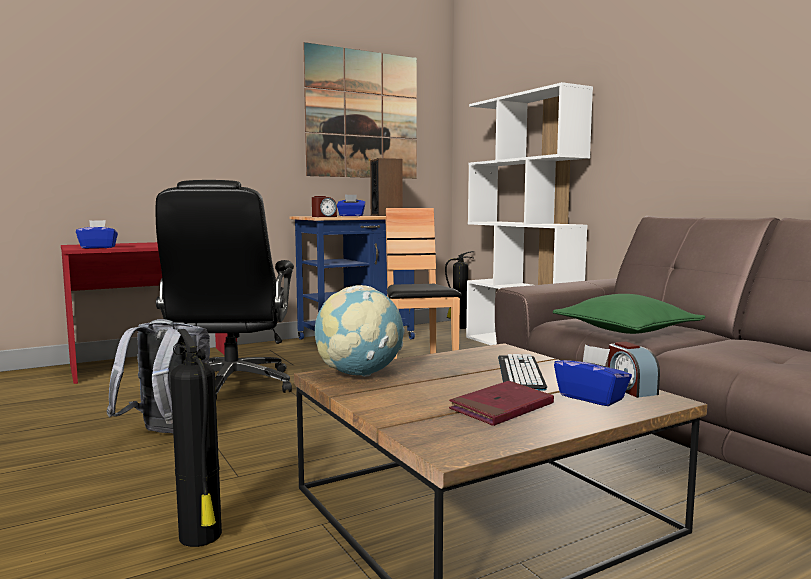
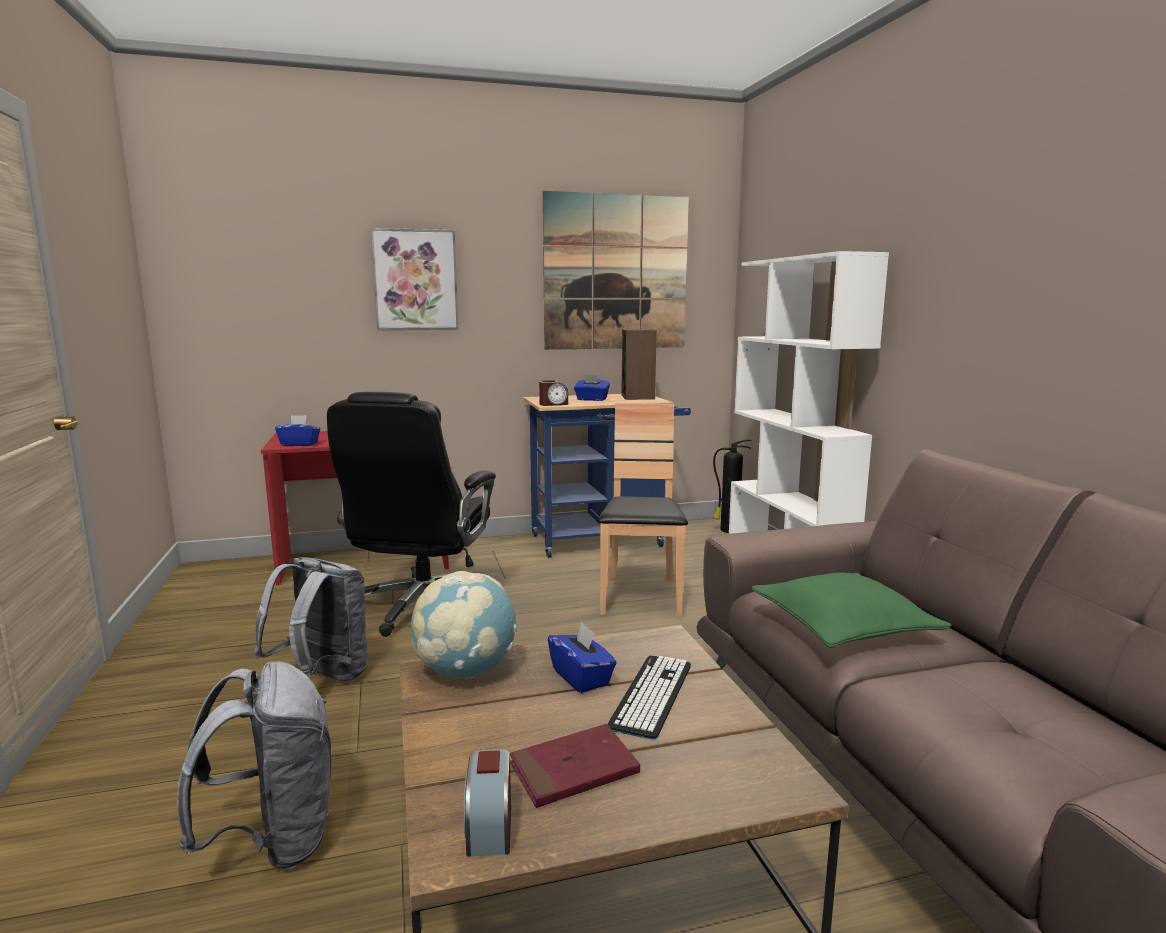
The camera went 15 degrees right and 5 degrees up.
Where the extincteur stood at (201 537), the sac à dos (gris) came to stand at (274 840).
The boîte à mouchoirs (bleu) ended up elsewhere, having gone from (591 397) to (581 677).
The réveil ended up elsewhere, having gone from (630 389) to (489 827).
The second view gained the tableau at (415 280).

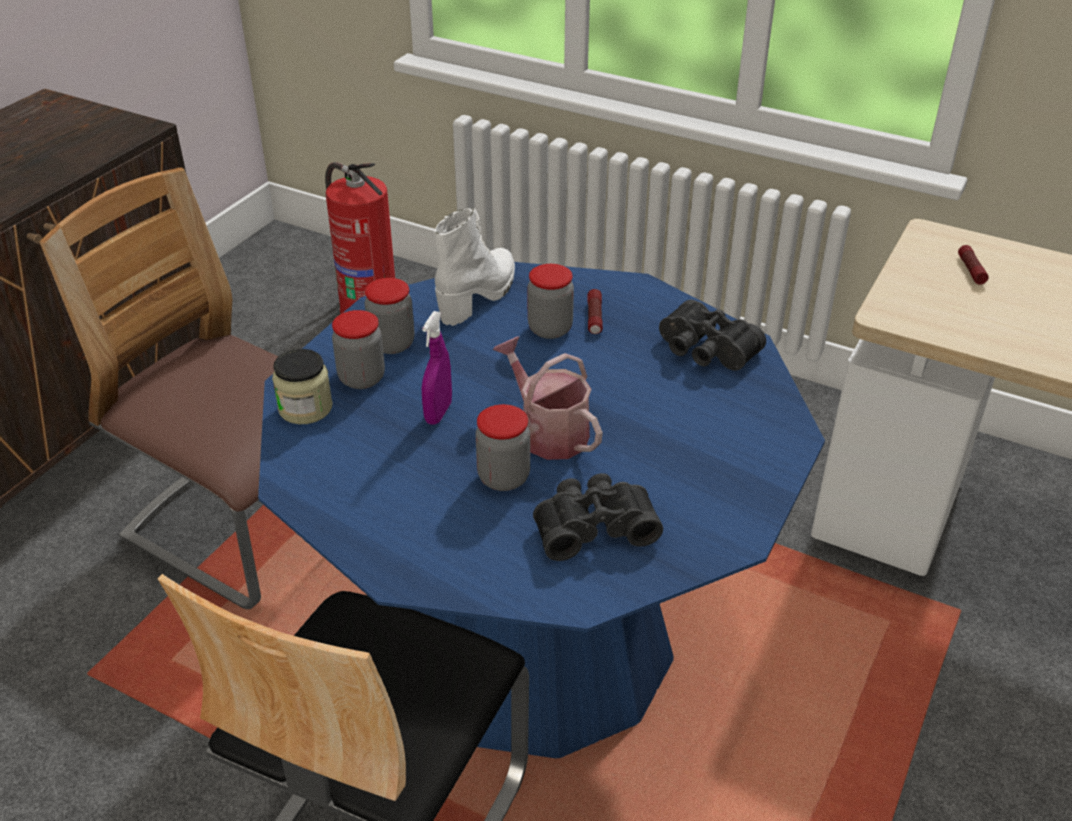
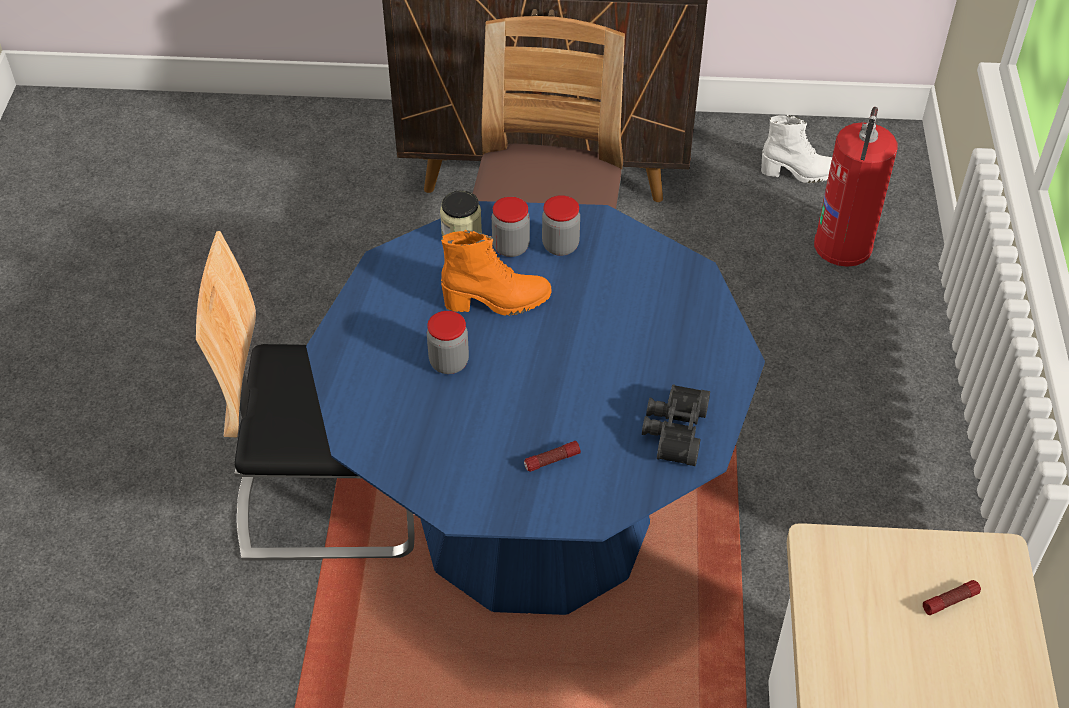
The camera went 65 degrees right and 10 degrees up.
Where the vaporisateur (violet) stood at (438 413), the botte (orange) came to stand at (497 302).
The botte (blanc) ended up elsewhere, having gone from (479 296) to (799 173).
The second view lost the arrosoir at (548 432).
The second view lost the bocal at (550 329).
The second view lost the jumelles (noir) at (593 526).
The lampe de poche ended up elsewhere, having gone from (594 318) to (552 460).

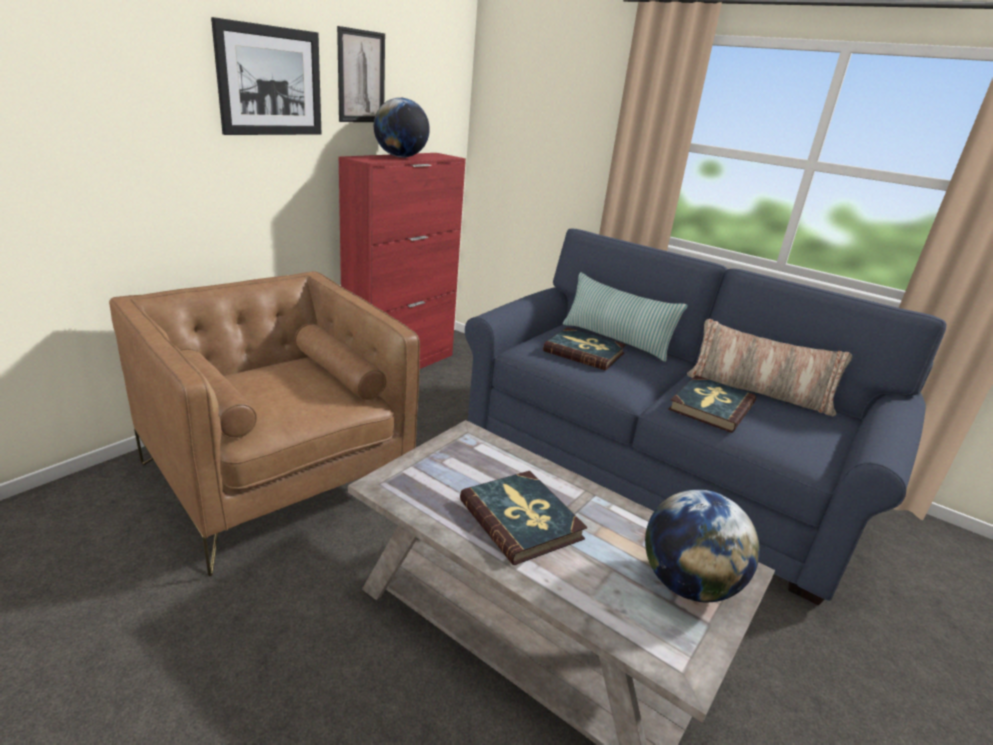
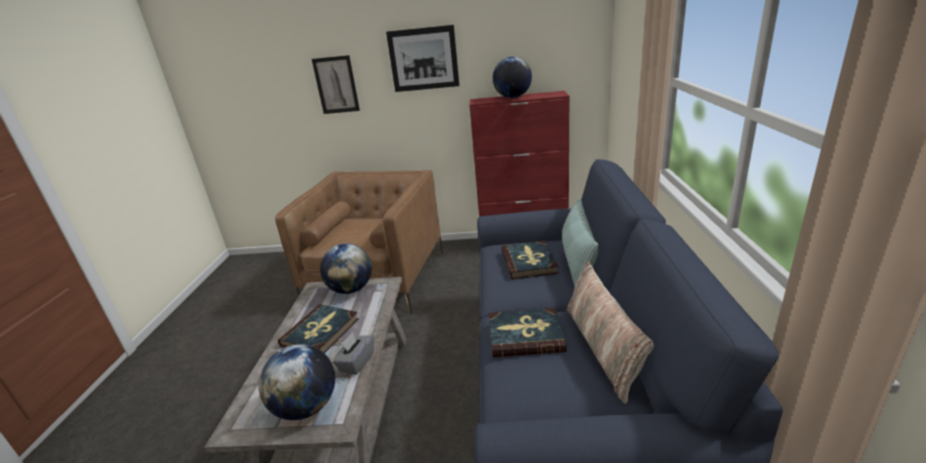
The camera went 60 degrees right and 0 degrees up.
The tableau ended up elsewhere, having gone from (361 77) to (336 85).
The second view gained the globe at (351 289).
The second view gained the boîte à mouchoirs (gris) at (356 363).

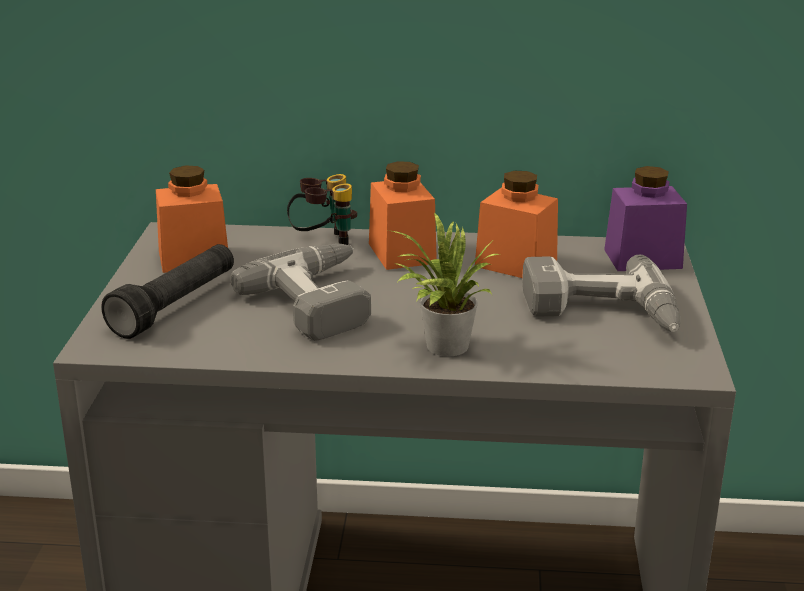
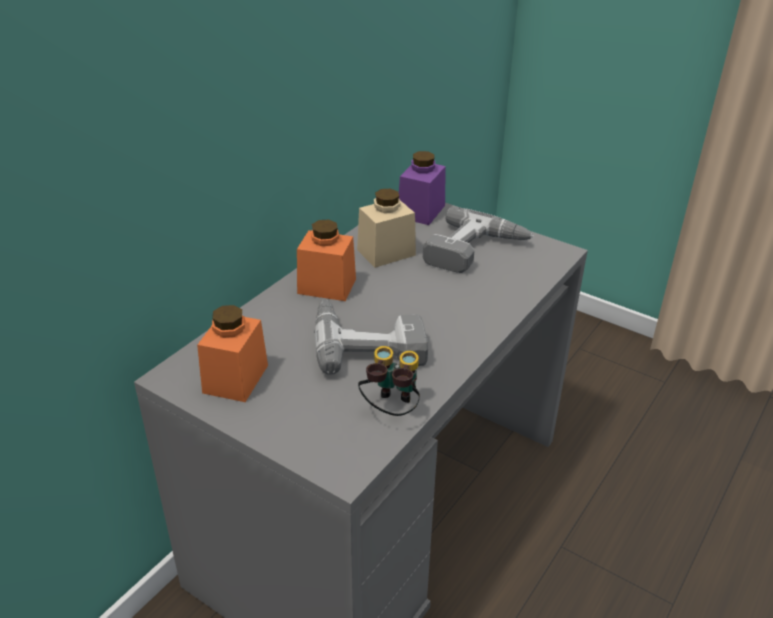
The camera went 60 degrees left and 10 degrees up.
The second view lost the lampe de poche (noir) at (176 306).
The jumelles ended up elsewhere, having gone from (323 242) to (390 410).
The second view lost the plante en pot at (441 347).
What was the bocal (orange) at (516 264) turned into the bocal (beige) at (386 252).

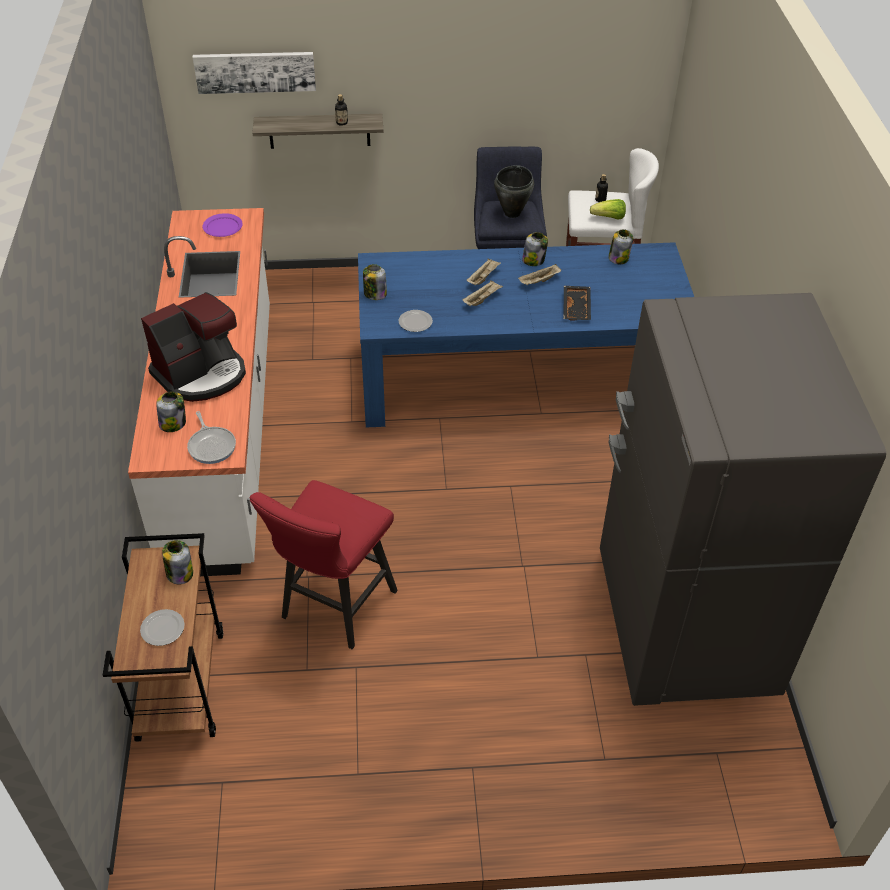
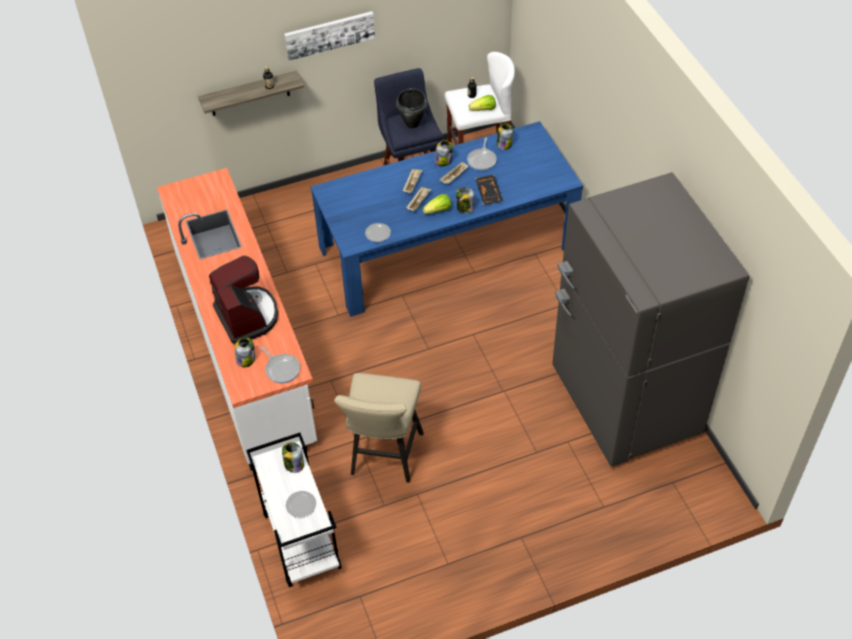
The camera went 15 degrees left and 5 degrees up.
What was the chariot (marron) at (180 684) turned into the chariot (blanc) at (300 540).
The machine à café at (201 374) ended up facing another way, 60 degrees counterclockwise from before.
The tableau ended up elsewhere, having gone from (255 71) to (329 34).
The second view lost the assiette (violet) at (222 227).
What was the tabouret (rouge) at (333 609) turned into the tabouret (beige) at (384 458).
The bocal ended up elsewhere, having gone from (374 294) to (465 208).
The second view gained the laitue at (438 211).
The second view gained the poêle at (482 160).

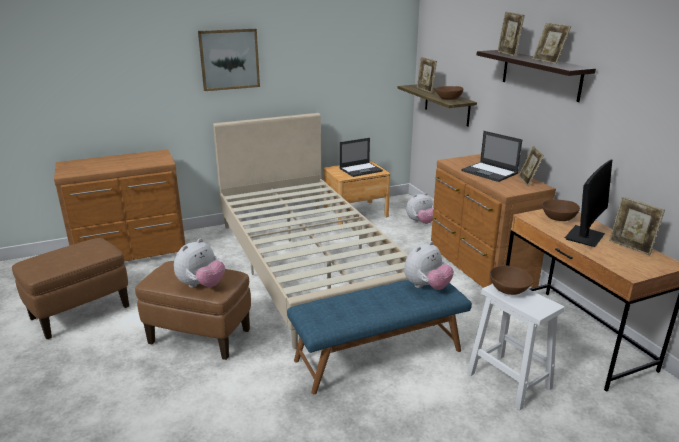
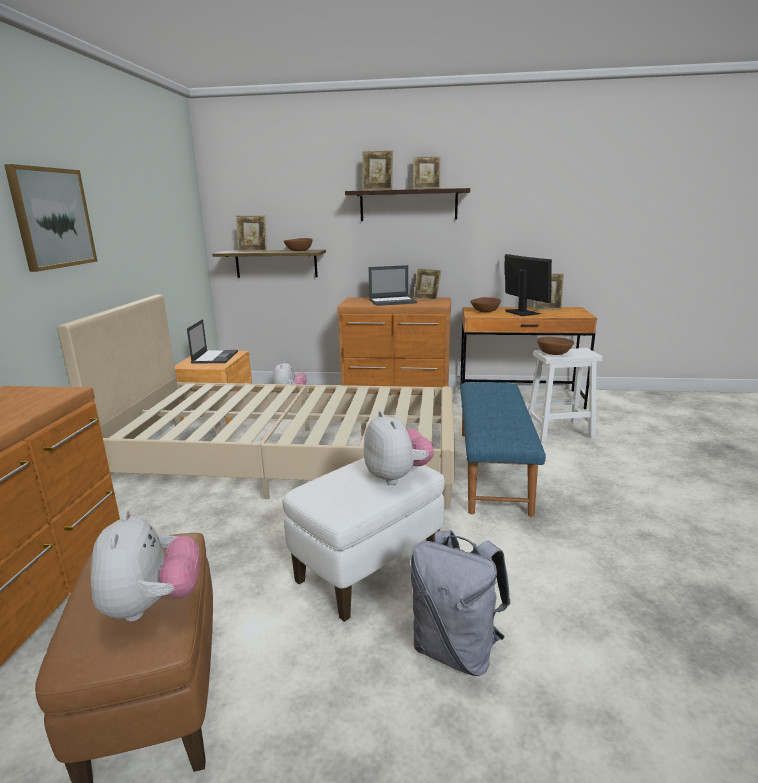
The camera went 60 degrees left and 5 degrees down.
What was the pouf (marron) at (200 337) turned into the pouf (blanc) at (369 569).
The peluche ended up elsewhere, having gone from (426 287) to (152 605).
The second view gained the sac à dos (gris) at (456 649).

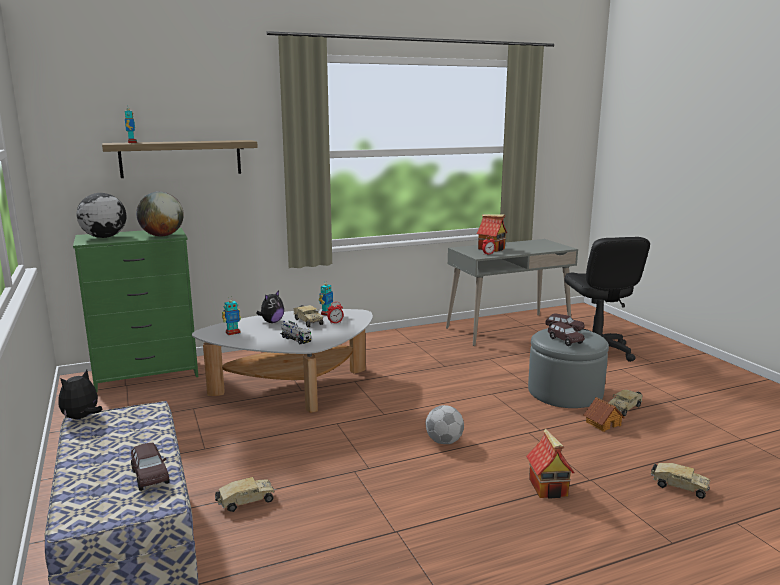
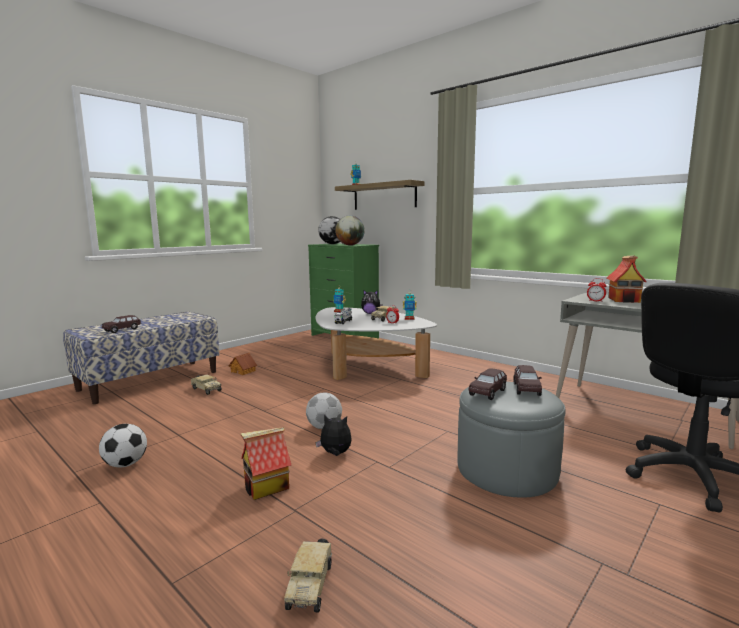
The camera went 65 degrees right and 5 degrees down.
The peluche ended up elsewhere, having gone from (82 418) to (335 454).
The maison miniature ended up elsewhere, having gone from (603 423) to (243 371).
The second view lost the camion jouet at (625 408).
The second view gained the ballon de foot at (125 464).

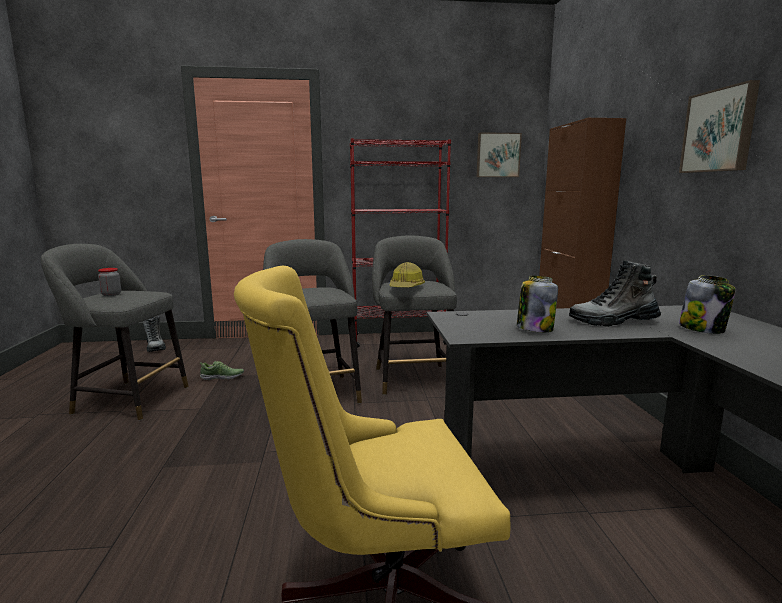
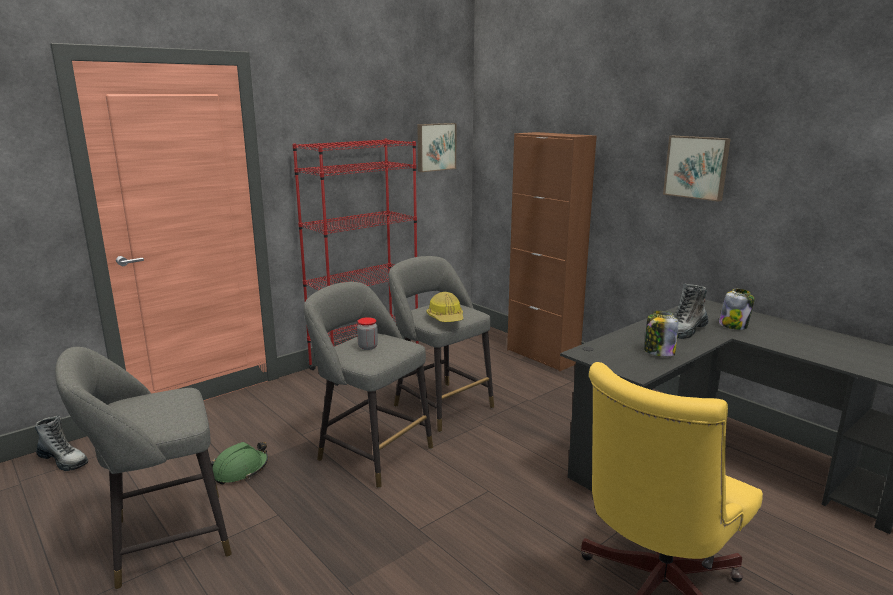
The camera went 35 degrees left and 5 degrees up.
The bocal ended up elsewhere, having gone from (111 294) to (368 347).
Where the chaussure stood at (222 377), the casque de chantier (vert) came to stand at (240 470).

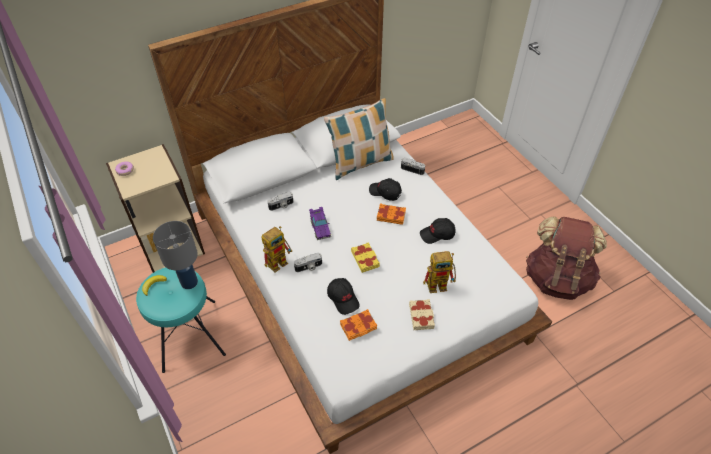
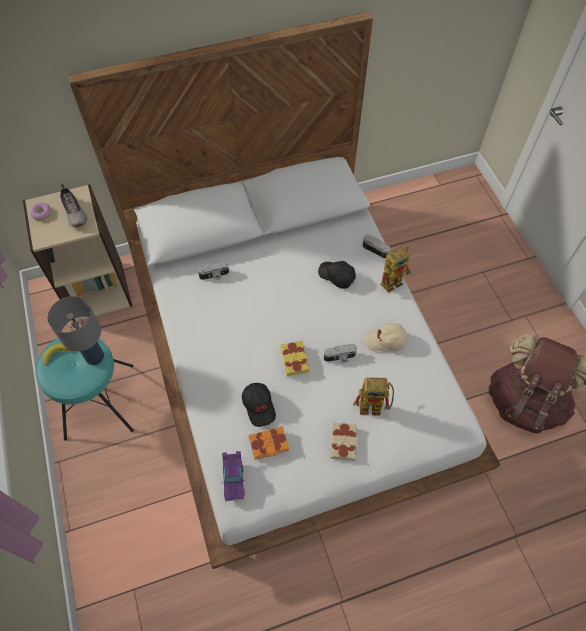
The camera went 10 degrees right and 10 degrees up.
The robot jouet ended up elsewhere, having gone from (279 261) to (394 280).
The appareil photo ended up elsewhere, having gone from (309 267) to (340 357).
The petite voiture (violet) ended up elsewhere, having gone from (320 227) to (233 479).
The second view lost the coussin at (360 163).
The second view lost the livre (orange) at (391 215).
What was the casquette (noir) at (437 234) turned into the casquette (beige) at (385 341).
The second view gained the chaussure at (75 213).

